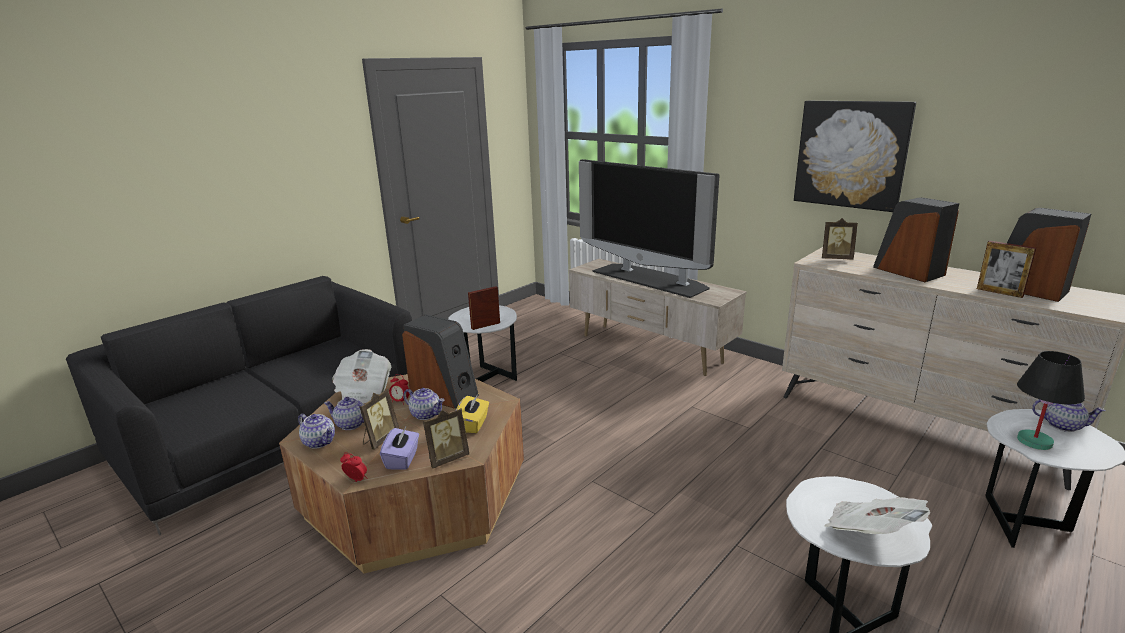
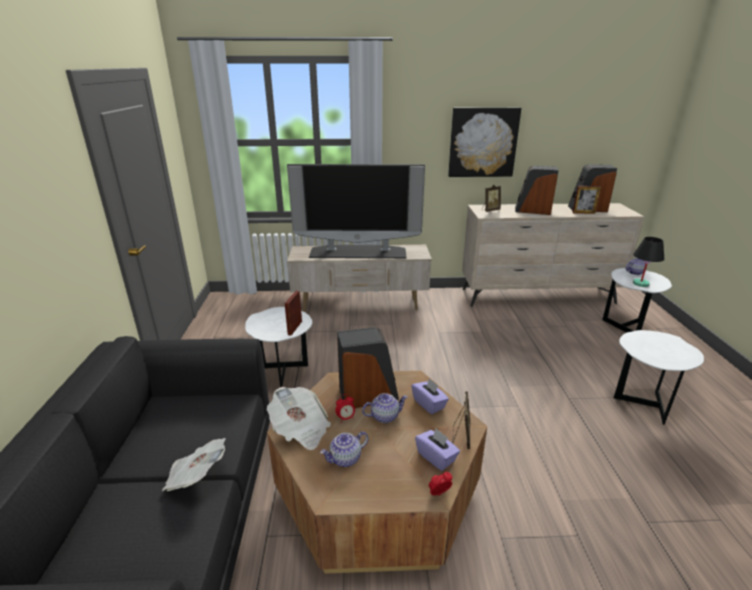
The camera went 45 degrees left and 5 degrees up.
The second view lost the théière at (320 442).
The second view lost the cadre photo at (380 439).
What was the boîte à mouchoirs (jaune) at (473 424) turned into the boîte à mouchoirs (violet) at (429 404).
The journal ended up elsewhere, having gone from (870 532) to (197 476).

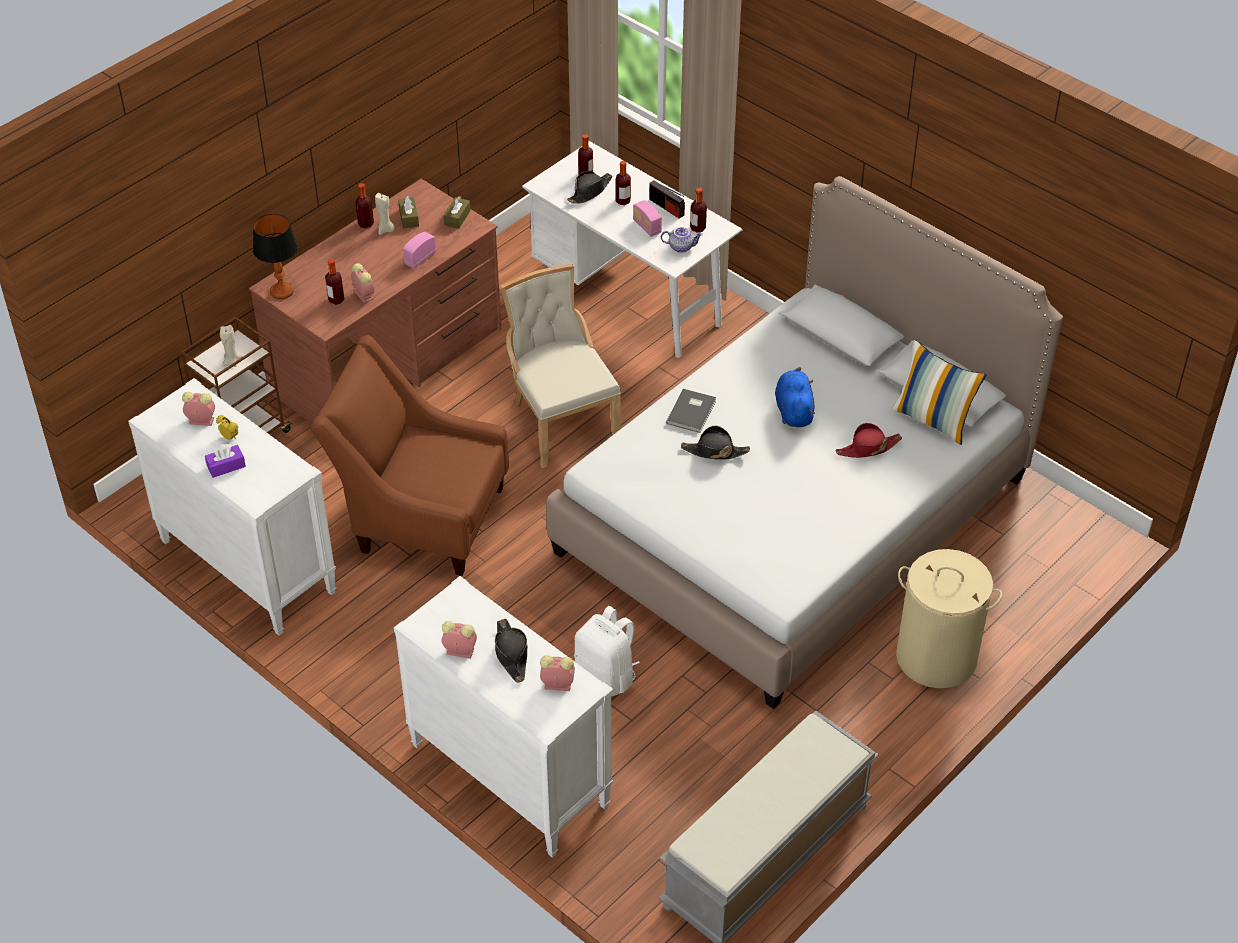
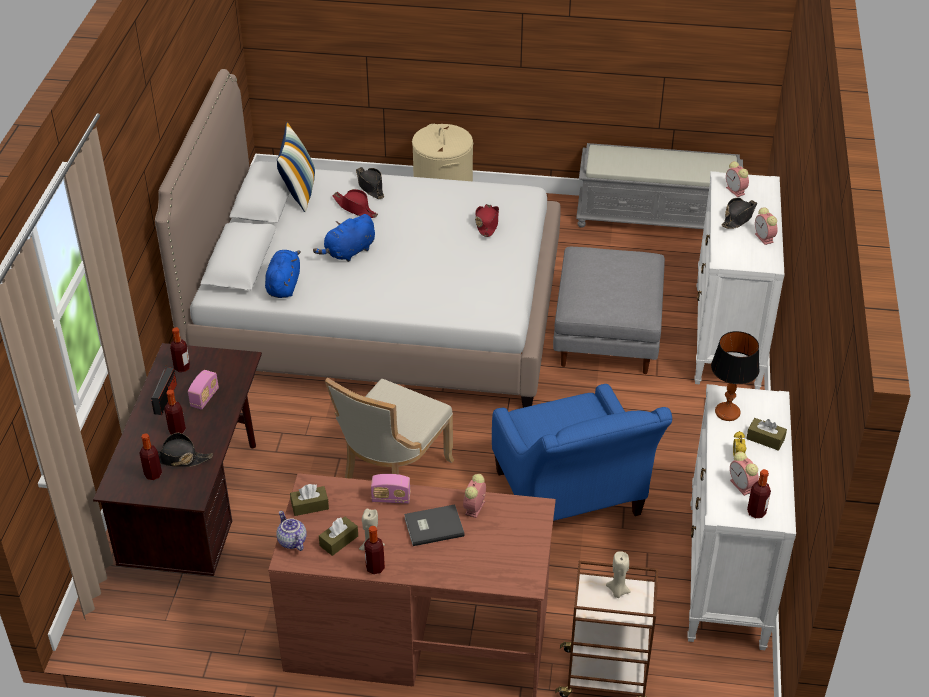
The camera went 125 degrees left and 5 degrees down.
What was the boîte à mouchoirs (violet) at (226 466) turned into the boîte à mouchoirs (marron) at (765 439).
The lampe de table ended up elsewhere, having gone from (282 292) to (727 412).
What was the fauteuil (marron) at (421 517) turned into the fauteuil (bleu) at (571 501).
The bouteille ended up elsewhere, having gone from (336 300) to (756 512).
What was the bureau (blanc) at (631 298) turned into the bureau (marron) at (197 511).
Where the sac à dos (blanc) stood at (607 676), the pouf (gris) came to stand at (606 333).
The théière ended up elsewhere, having gone from (681 247) to (291 541).
The livre (gris) ended up elsewhere, having gone from (692 412) to (432 526).
The chapeau (noir) ended up elsewhere, having gone from (714 451) to (370 186).
The second view gained the peluche (bleu) at (284 285).
The second view gained the chapeau (rouge) at (487 224).

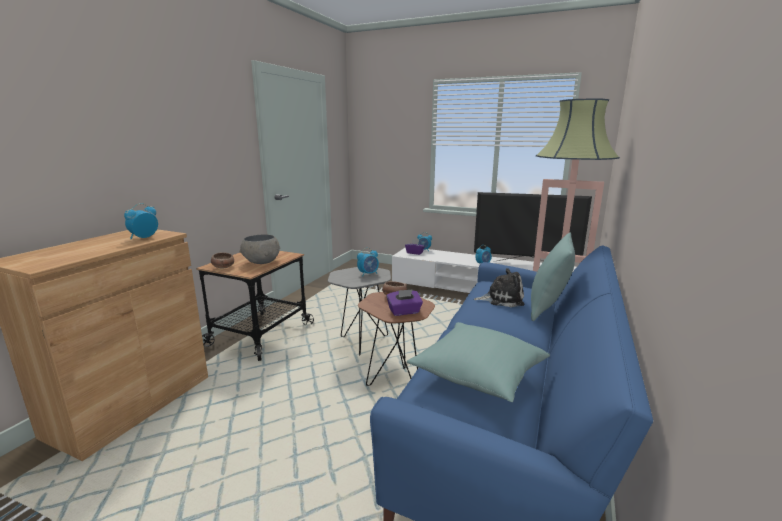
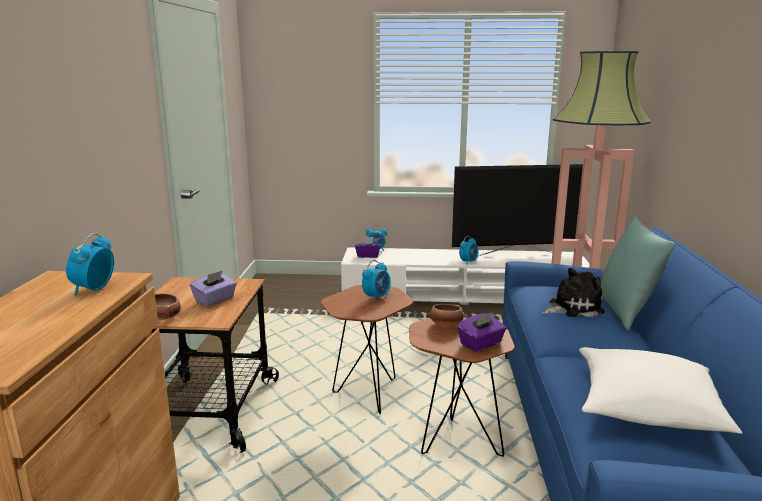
The camera went 20 degrees left and 0 degrees up.
Where the bol (gris) stood at (261 262), the boîte à mouchoirs (violet) came to stand at (215 300).
What was the table d'appoint (gris) at (361 343) turned into the table d'appoint (marron) at (367 396).
What was the coussin (turquoise) at (478 374) turned into the coussin (blanc) at (646 408).

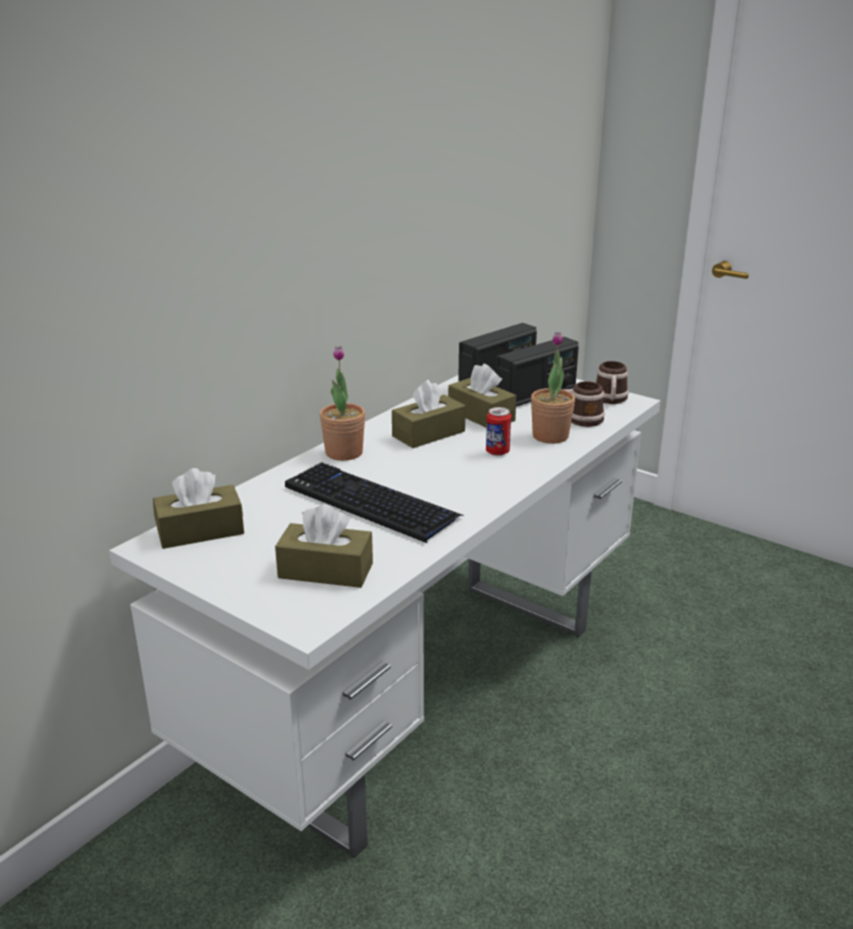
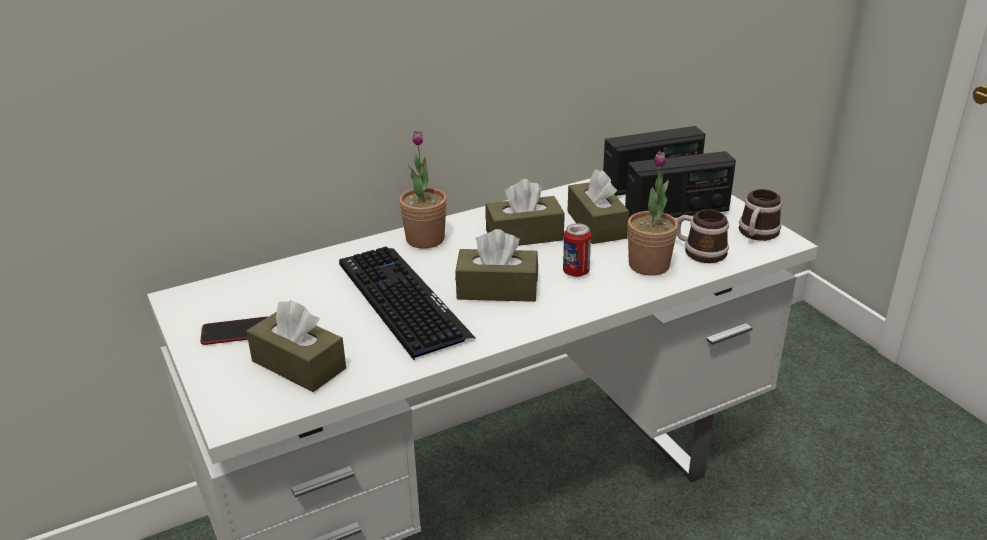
The camera went 25 degrees right and 5 degrees up.
The boîte à mouchoirs (marron) ended up elsewhere, having gone from (200 531) to (497 289).
The second view gained the téléphone at (236 332).

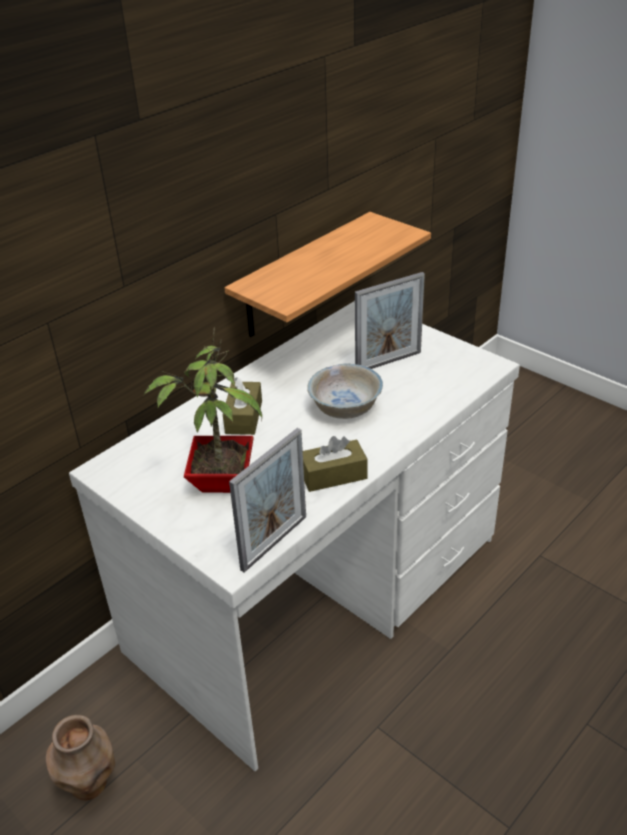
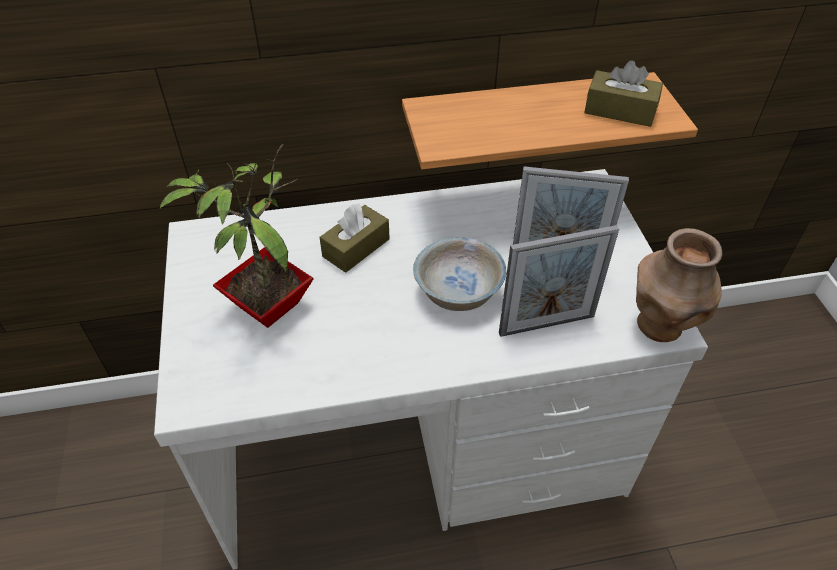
The camera went 35 degrees right and 10 degrees up.
The vase (marron) ended up elsewhere, having gone from (90 784) to (660 326).
The cadre photo ended up elsewhere, having gone from (274 543) to (546 325).
The boîte à mouchoirs (marron) ended up elsewhere, having gone from (333 475) to (620 110).

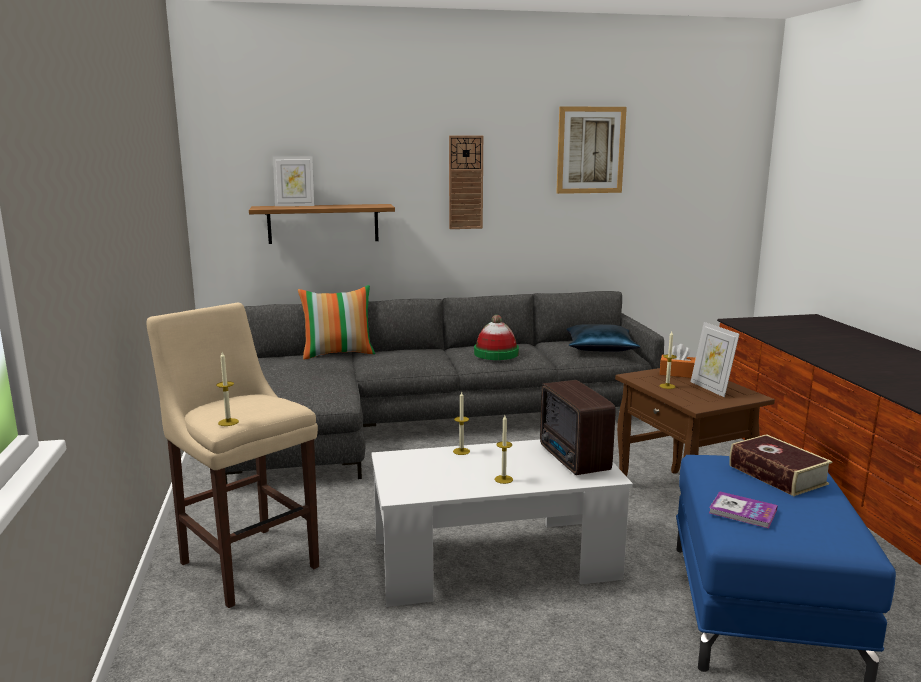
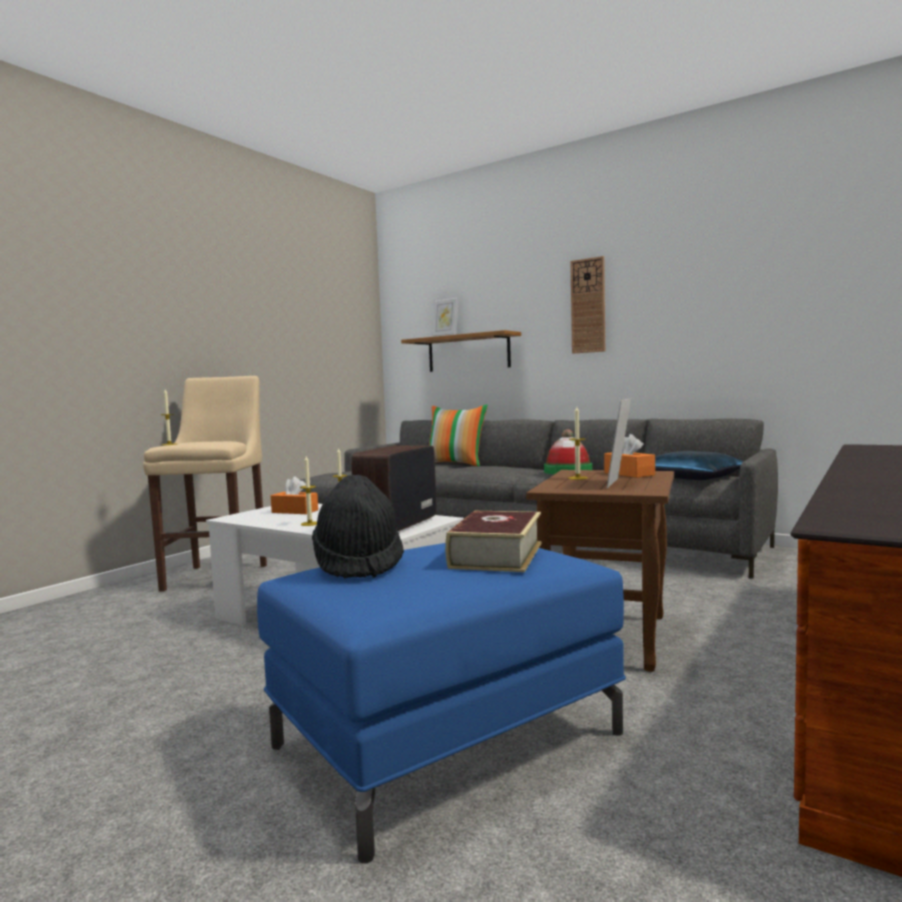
The camera went 45 degrees right and 10 degrees down.
The second view lost the tableau at (590 150).
Where the livre stood at (742 511), the chapeau (noir) came to stand at (358 564).
The second view gained the boîte à mouchoirs (orange) at (295 511).

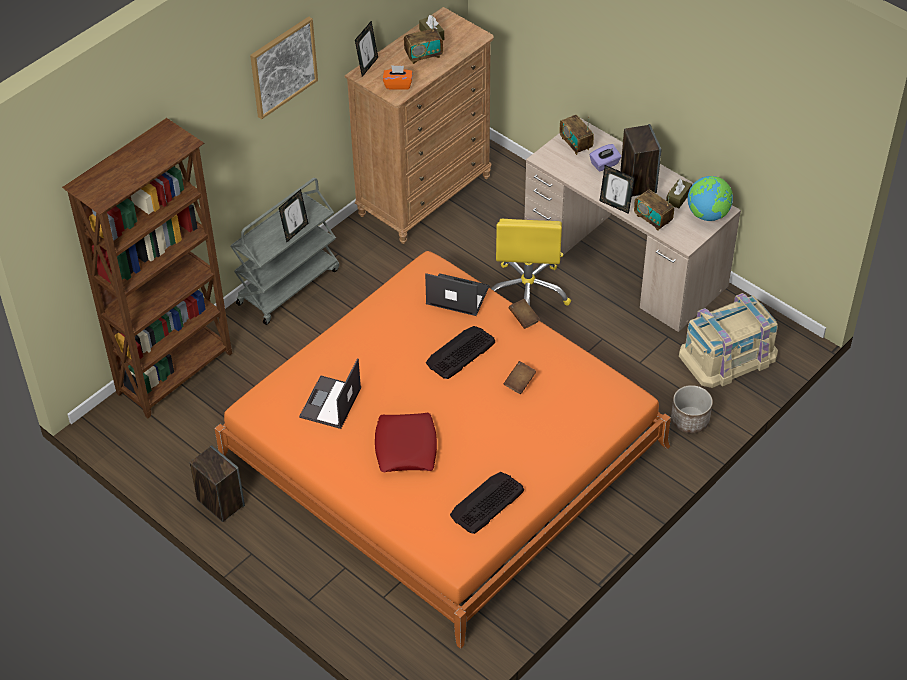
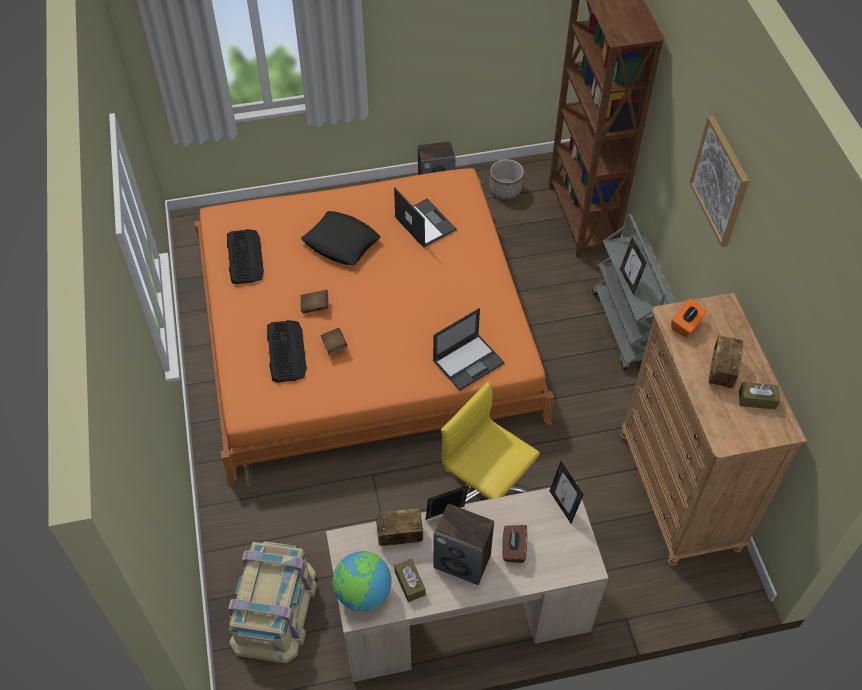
The camera went 125 degrees right and 5 degrees up.
The cadre photo ended up elsewhere, having gone from (367 66) to (563 506).
What was the coussin (rouge) at (406 447) turned into the coussin (noir) at (341 243).
The clavier ended up elsewhere, having gone from (460 353) to (286 351).
The livre (marron) ended up elsewhere, having gone from (523 319) to (315 306).
The second view lost the radio at (575 144).
What was the boîte à mouchoirs (violet) at (604 164) turned into the boîte à mouchoirs (marron) at (513 549).
The cache-pot ended up elsewhere, having gone from (689 420) to (505 190).

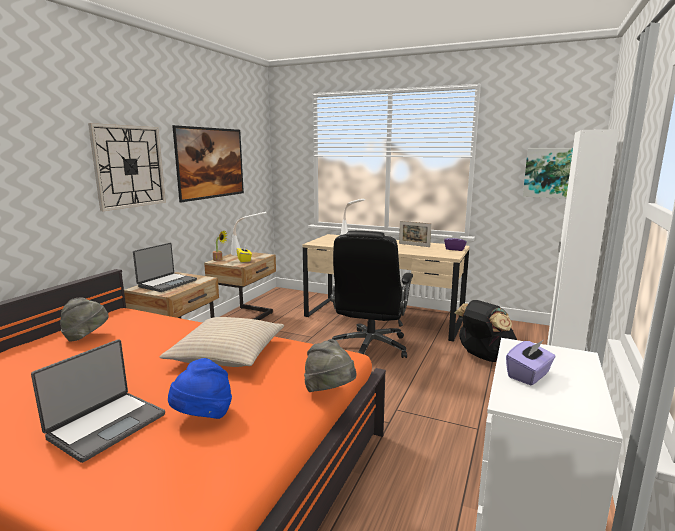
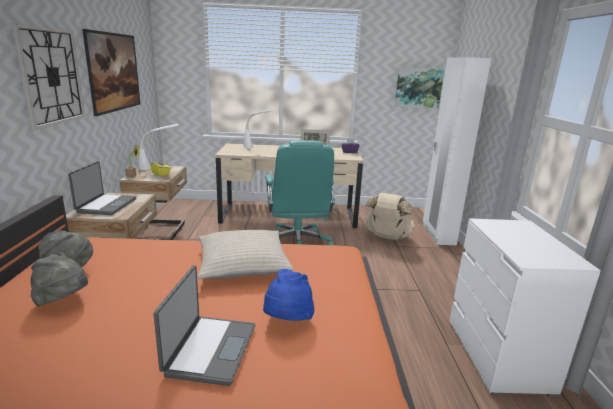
The camera went 25 degrees left and 5 degrees up.
The chapeau (gris) ended up elsewhere, having gone from (330 391) to (63 302).
What was the chaise de bureau (noir) at (370 347) turned into the chaise de bureau (turquoise) at (297 242).
What was the sac à dos (noir) at (484 357) turned into the sac à dos (beige) at (387 237).
The second view lost the boîte à mouchoirs (violet) at (529 375).

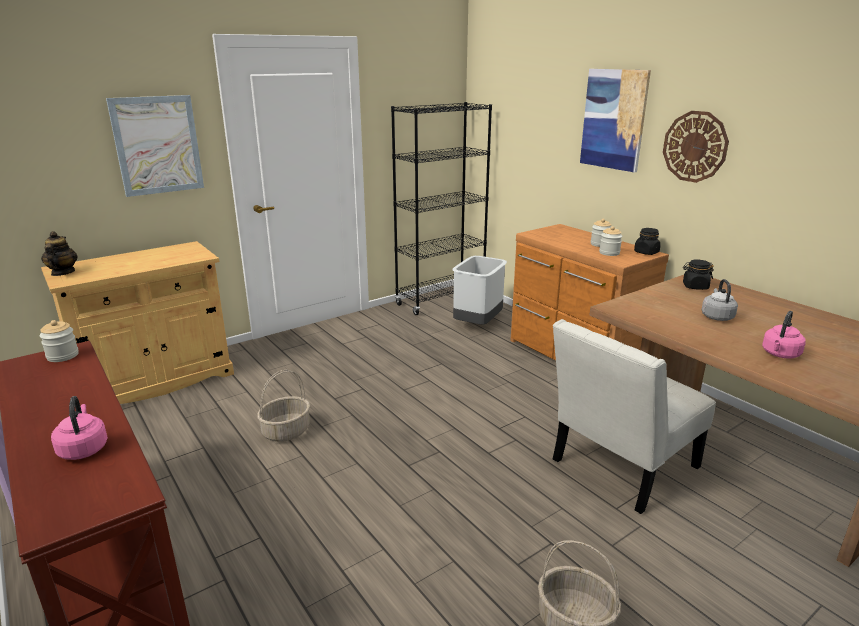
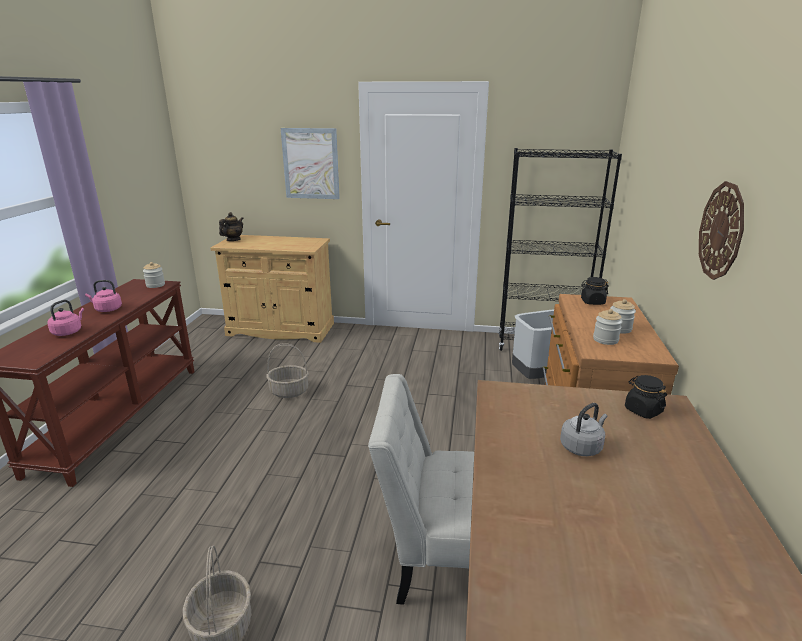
The camera went 45 degrees right and 0 degrees up.
The second view lost the tableau at (614 119).
The bocal (noir) ended up elsewhere, having gone from (646 252) to (592 302).
The bouilloire (rose) ended up elsewhere, having gone from (780 354) to (107 309).

